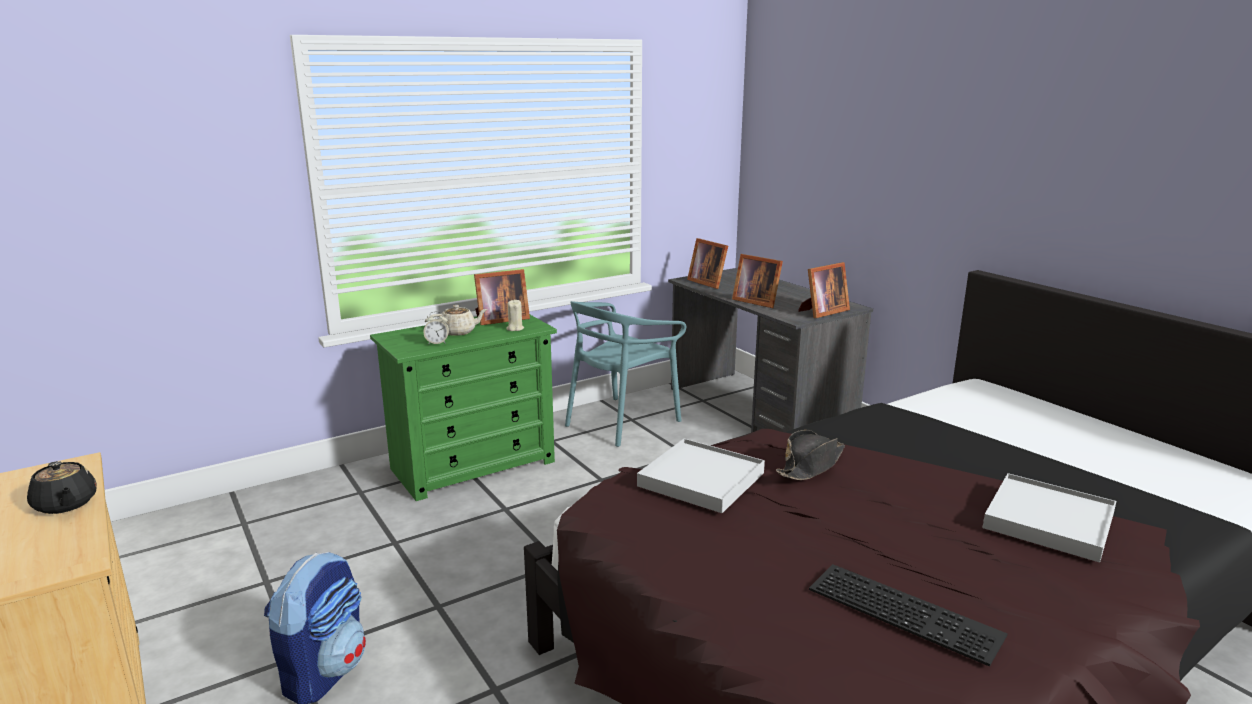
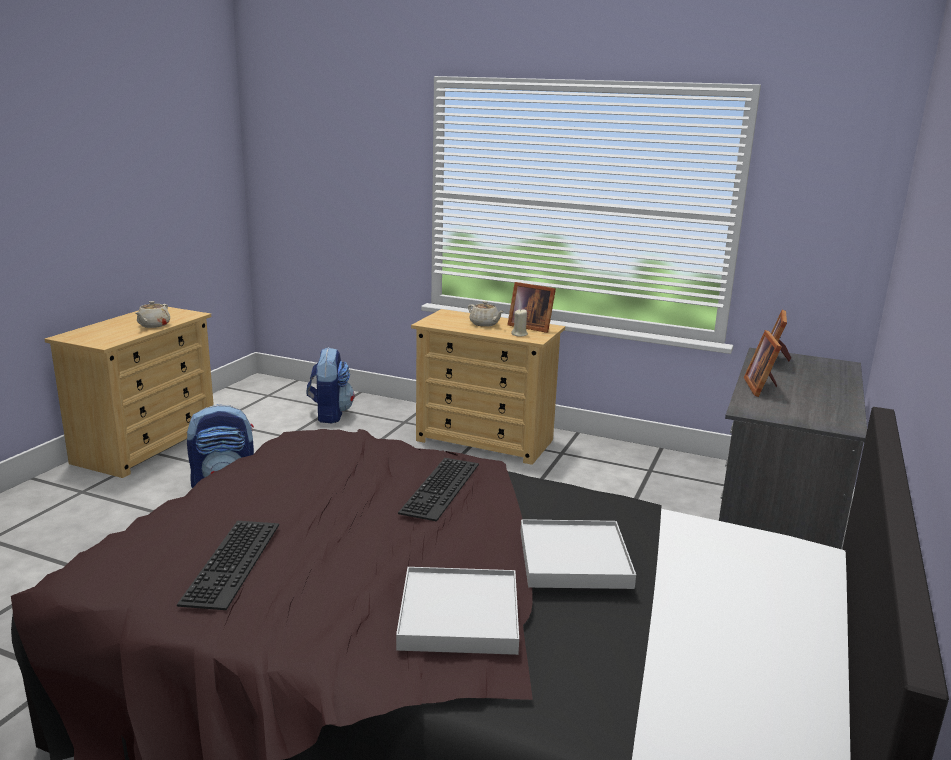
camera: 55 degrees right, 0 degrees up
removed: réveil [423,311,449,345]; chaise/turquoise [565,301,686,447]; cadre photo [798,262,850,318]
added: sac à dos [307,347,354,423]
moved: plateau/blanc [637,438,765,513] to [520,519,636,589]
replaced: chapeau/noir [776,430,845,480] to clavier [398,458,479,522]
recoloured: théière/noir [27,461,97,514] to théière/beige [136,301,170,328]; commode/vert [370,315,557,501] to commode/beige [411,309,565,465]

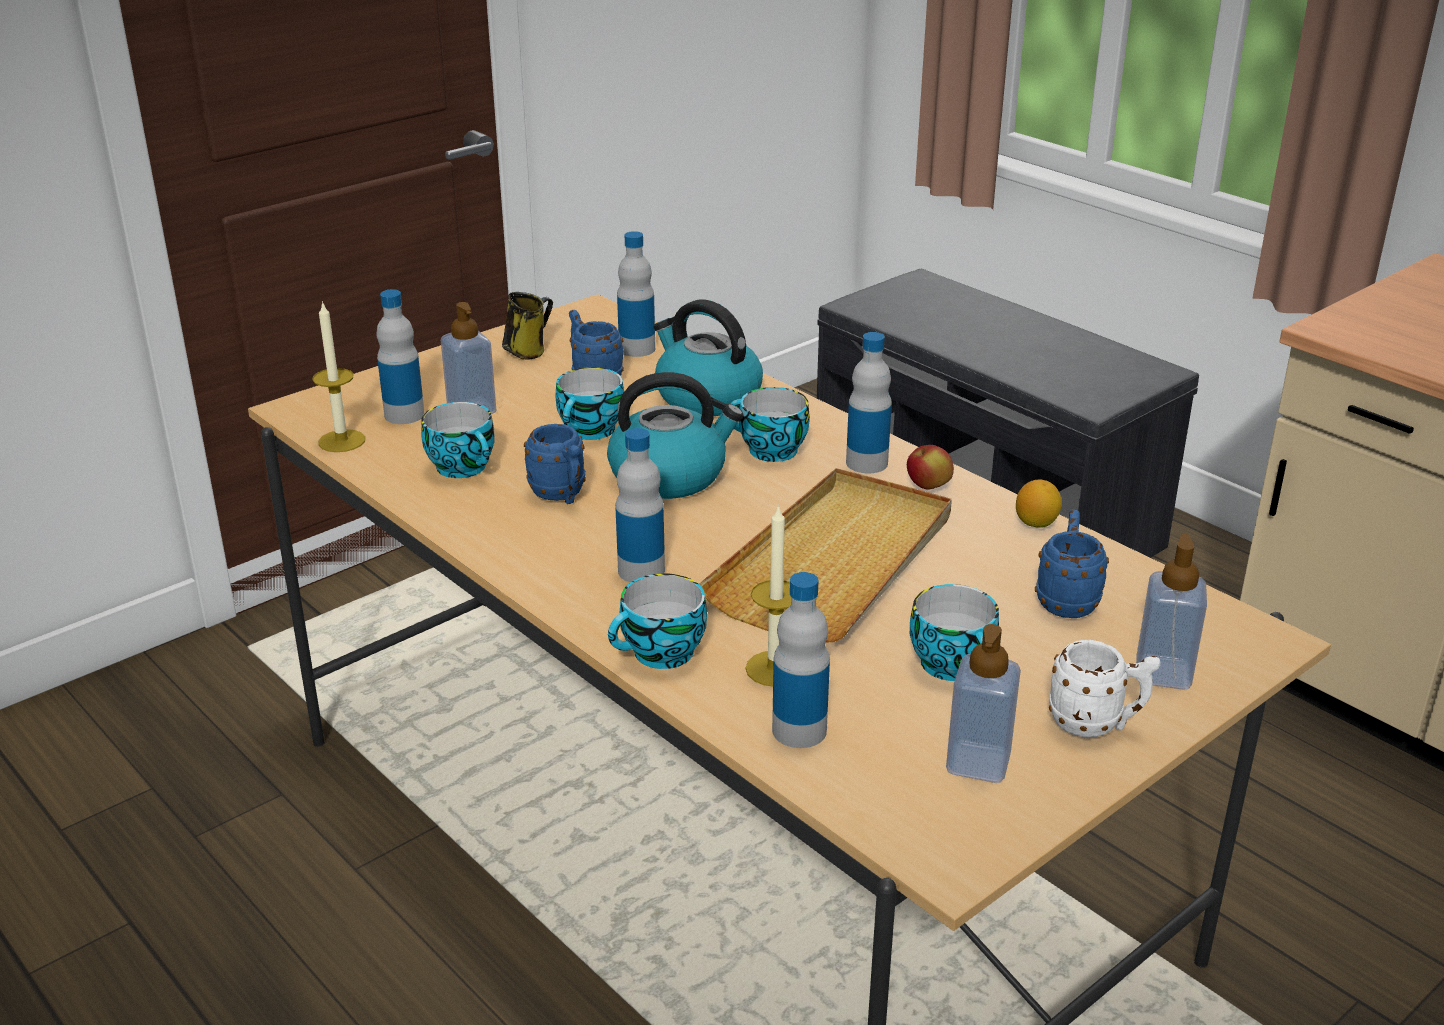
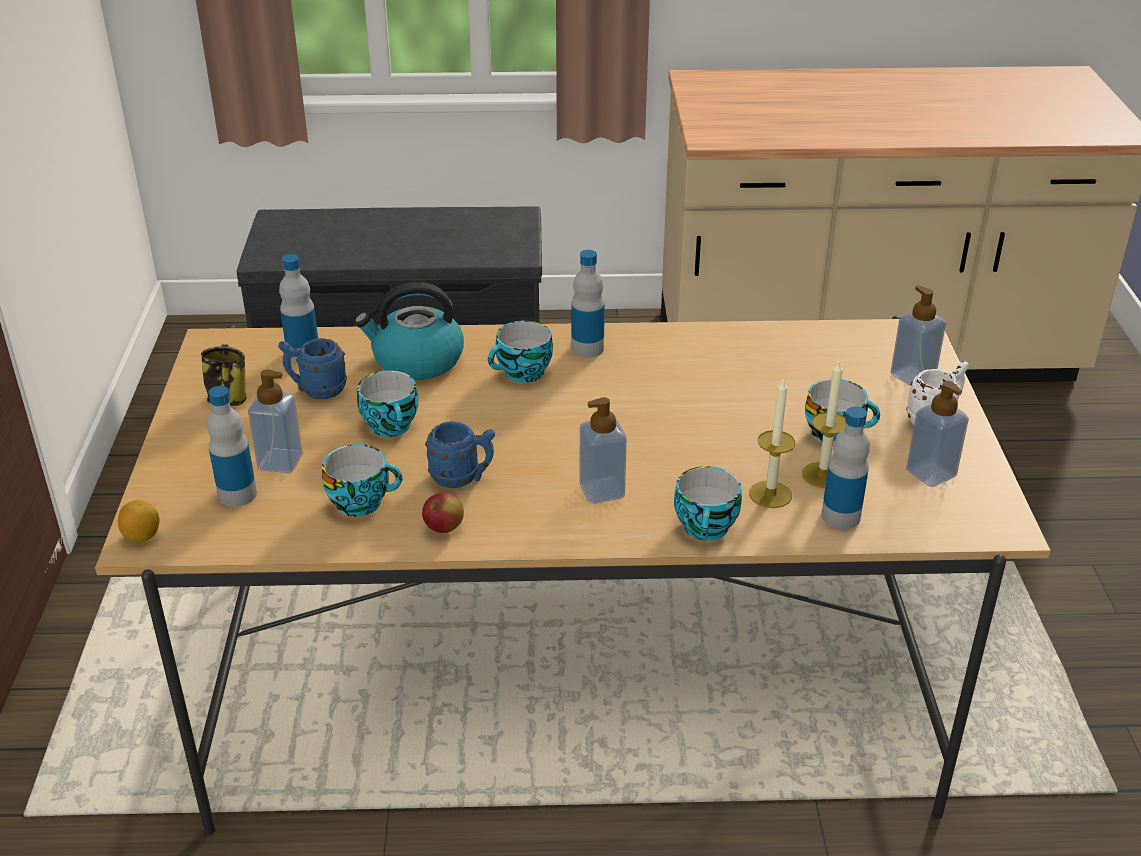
camera: 50 degrees left, 5 degrees up
removed: bouilloire [607,372,744,499]; plateau/beige [699,468,952,643]; mug/bleu [1035,510,1109,618]
moved: bougie [313,301,365,452] to [802,361,846,488]; pomme [907,445,954,490] to [422,493,464,533]; citron [1016,479,1062,528] to [118,500,159,542]
replaced: bouteille [615,428,665,583] to distributeur de savon [579,397,627,504]

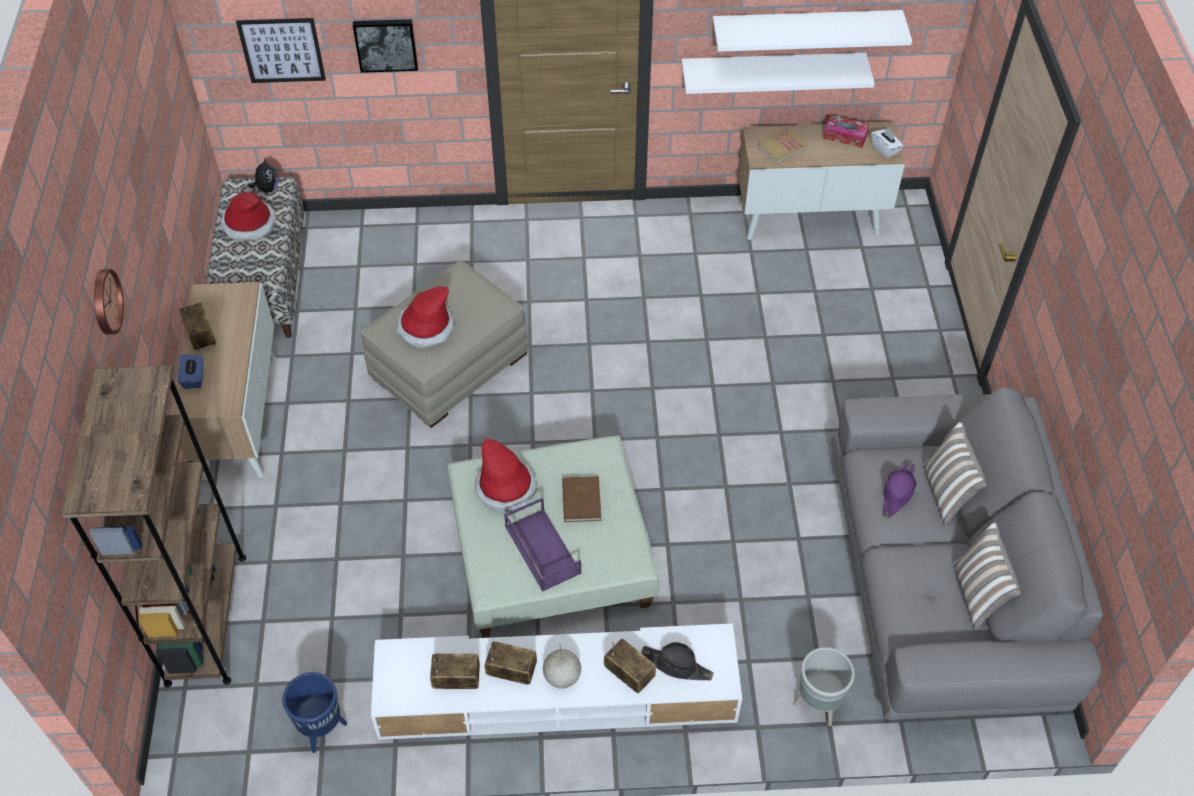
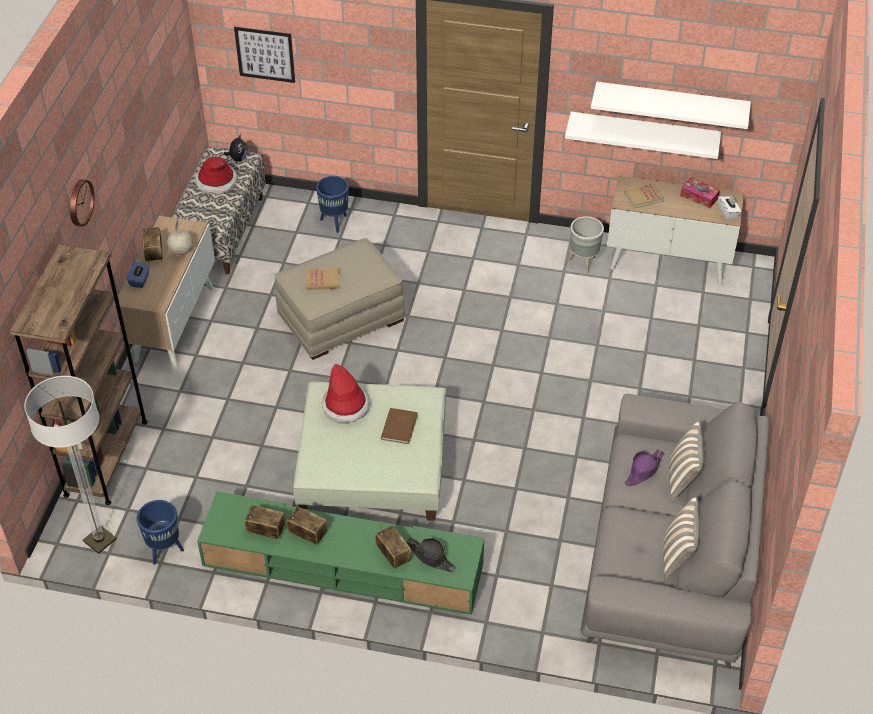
camera: 15 degrees right, 5 degrees down
removed: tableau [353,19,418,73]; plateau/violet [504,498,582,591]
added: lampadaire [24,376,117,554]; cache-pot/bleu [316,176,349,233]
moved: globe [543,646,581,689] to [167,218,193,255]; cache-pot/gris [793,647,855,726] to [568,216,604,275]
replaced: chapeau [397,286,455,348] to livre [306,268,340,290]
recoloured: meuble télé/blanc [371,623,742,740] to meuble télé/vert [197,491,484,616]

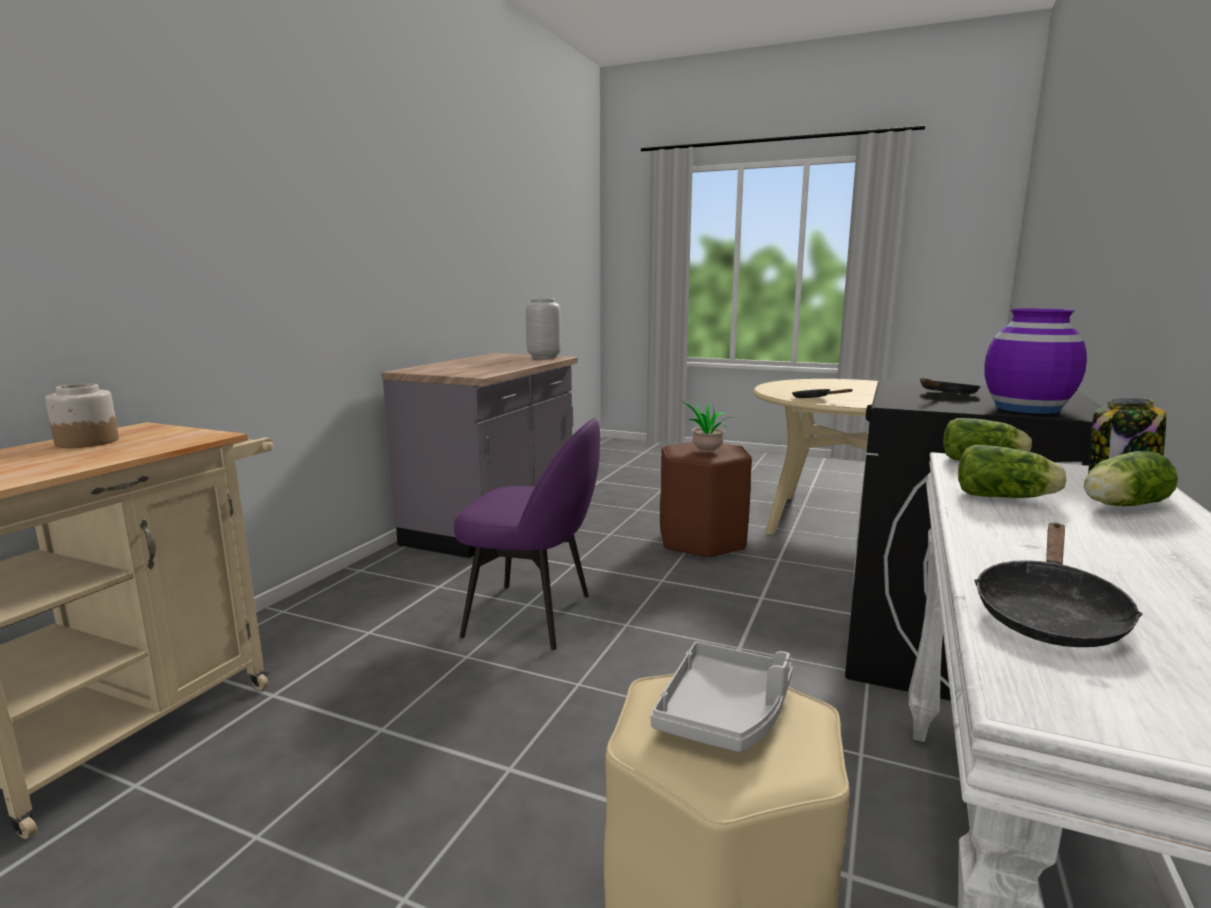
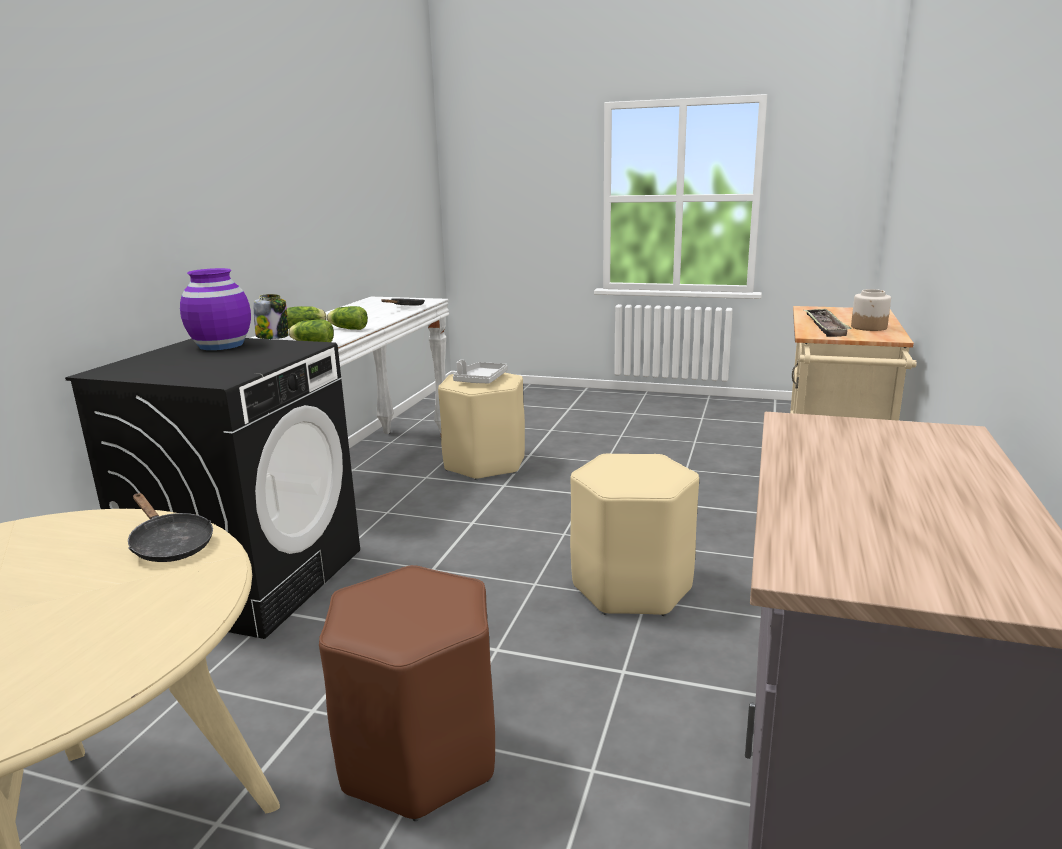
camera: 175 degrees right, 5 degrees up
removed: vase/gris [526,298,561,359]; plante en pot [683,402,729,452]; poêle/noir [920,378,981,394]
added: plateau [803,309,852,337]
replaced: chaise/violet [454,418,600,650] to tabouret/beige [570,454,699,616]

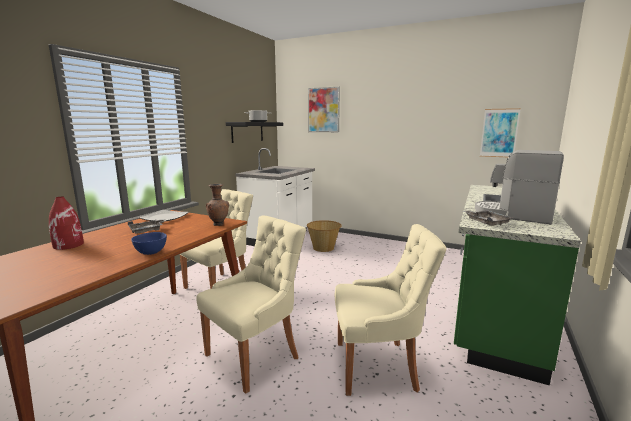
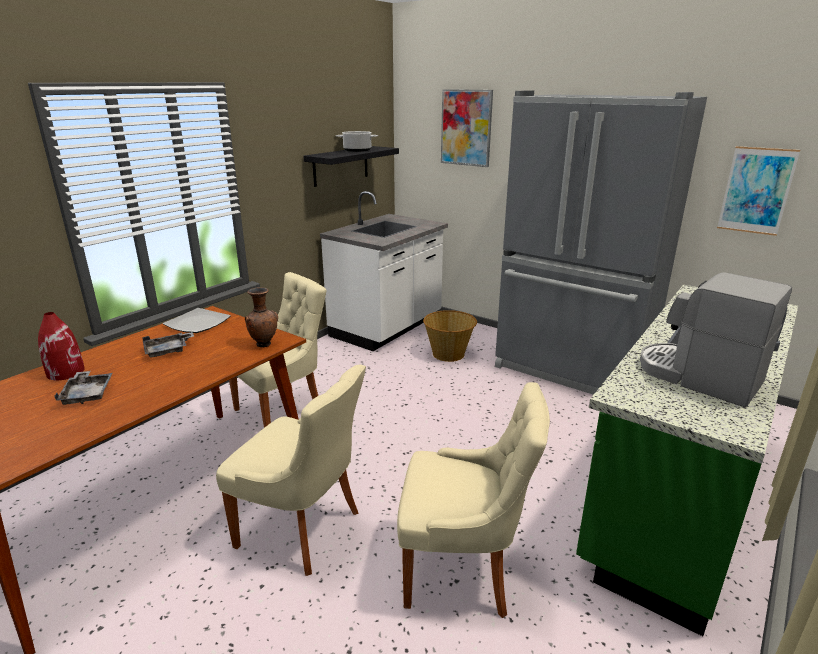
camera: 10 degrees right, 10 degrees up
removed: bol/bleu [131,232,167,255]
added: réfrigérateur/gris [495,90,707,395]
moved: plateau/gris [463,210,512,226] to [54,371,113,405]
turned: chaise/beige [196,215,306,394] = [216,364,366,576] 60 degrees clockwise

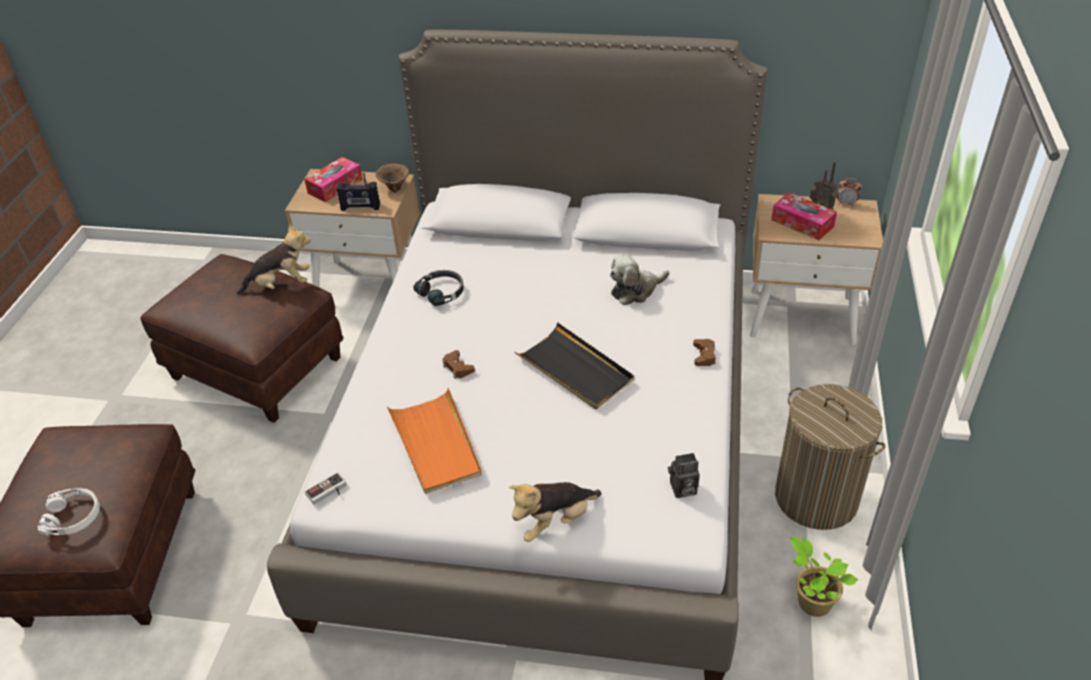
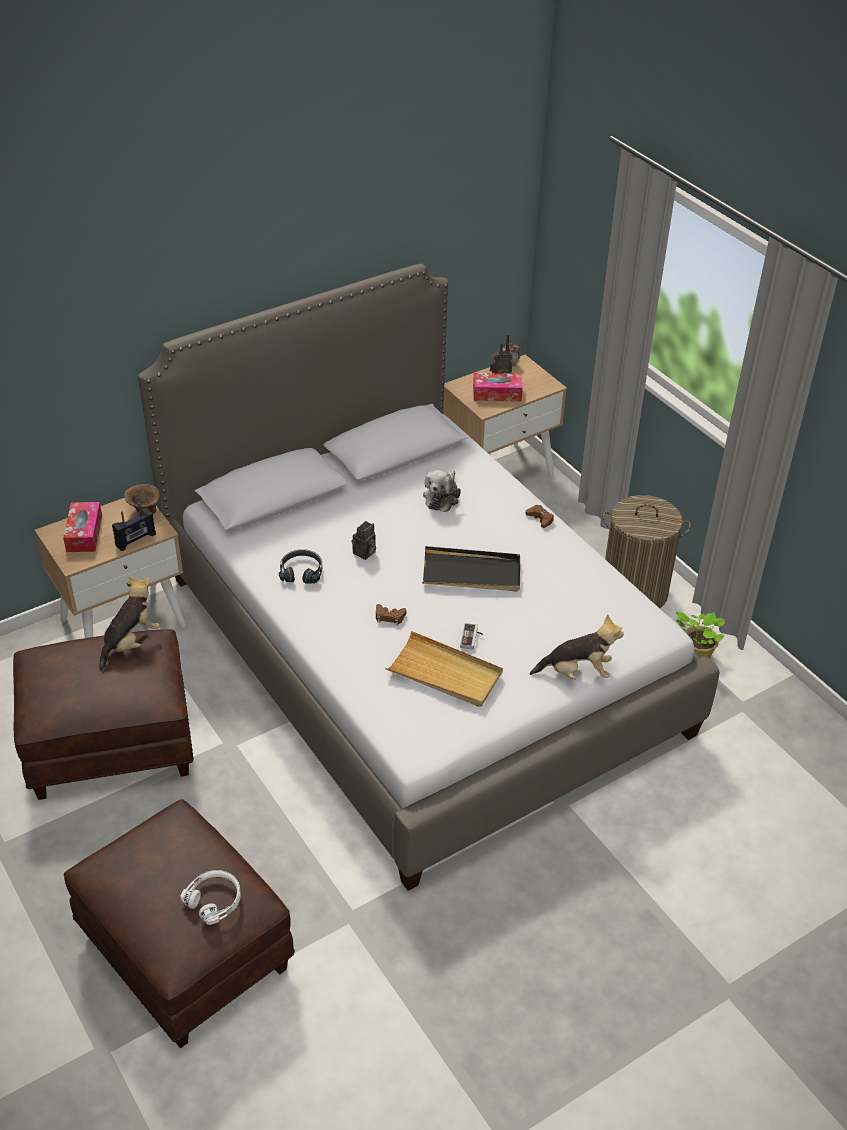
camera: 45 degrees left, 0 degrees up
moved: manette [304,472,346,504] to [460,623,483,650]; appareil photo [668,453,700,498] to [352,521,376,560]
recoloured: plateau/orange [387,388,482,494] to plateau/beige [385,631,503,707]
turned: peluche [509,482,602,542] = [530,614,624,680] 105 degrees counterclockwise

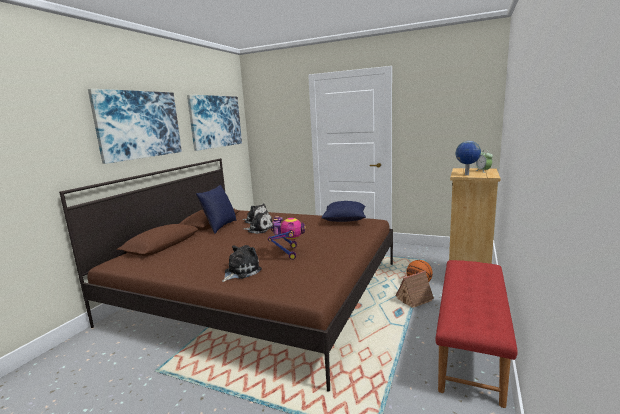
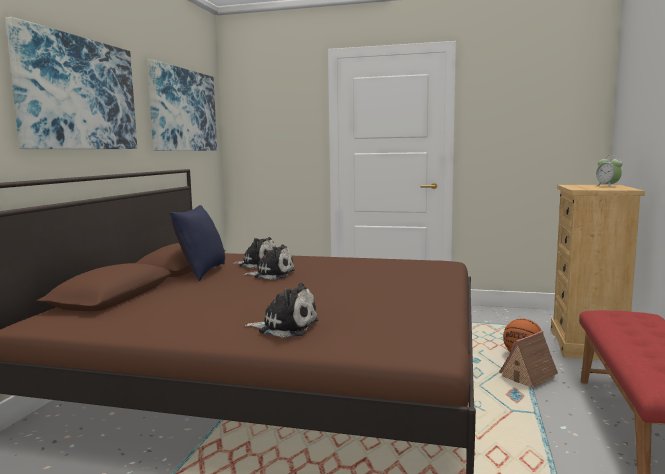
camera: 10 degrees left, 5 degrees down
removed: robot jouet [268,216,306,260]; coussin/bleu [322,201,366,222]; globe [456,141,481,175]
turned: peluche [222,245,262,282] = [245,283,318,338] 75 degrees clockwise

